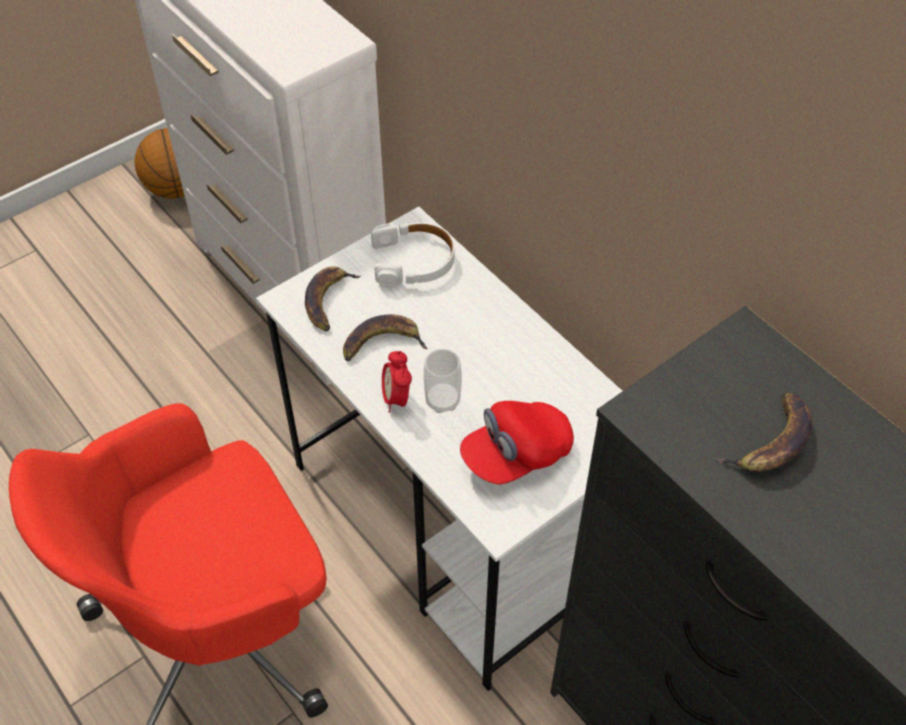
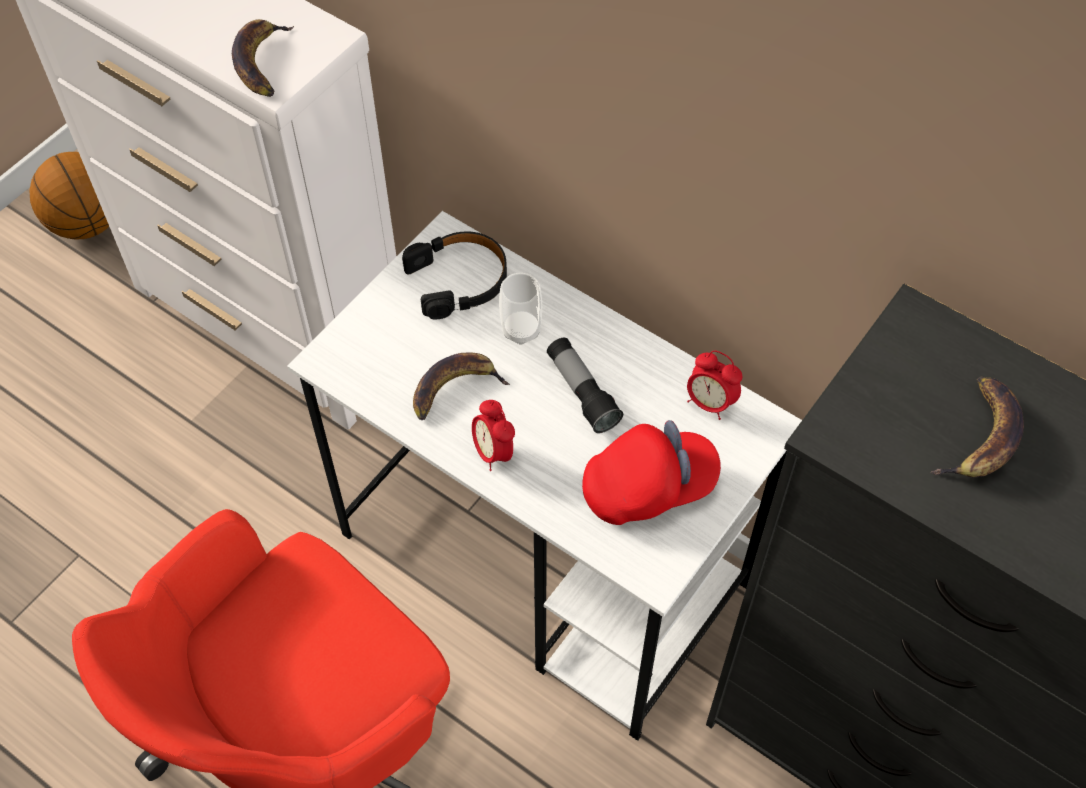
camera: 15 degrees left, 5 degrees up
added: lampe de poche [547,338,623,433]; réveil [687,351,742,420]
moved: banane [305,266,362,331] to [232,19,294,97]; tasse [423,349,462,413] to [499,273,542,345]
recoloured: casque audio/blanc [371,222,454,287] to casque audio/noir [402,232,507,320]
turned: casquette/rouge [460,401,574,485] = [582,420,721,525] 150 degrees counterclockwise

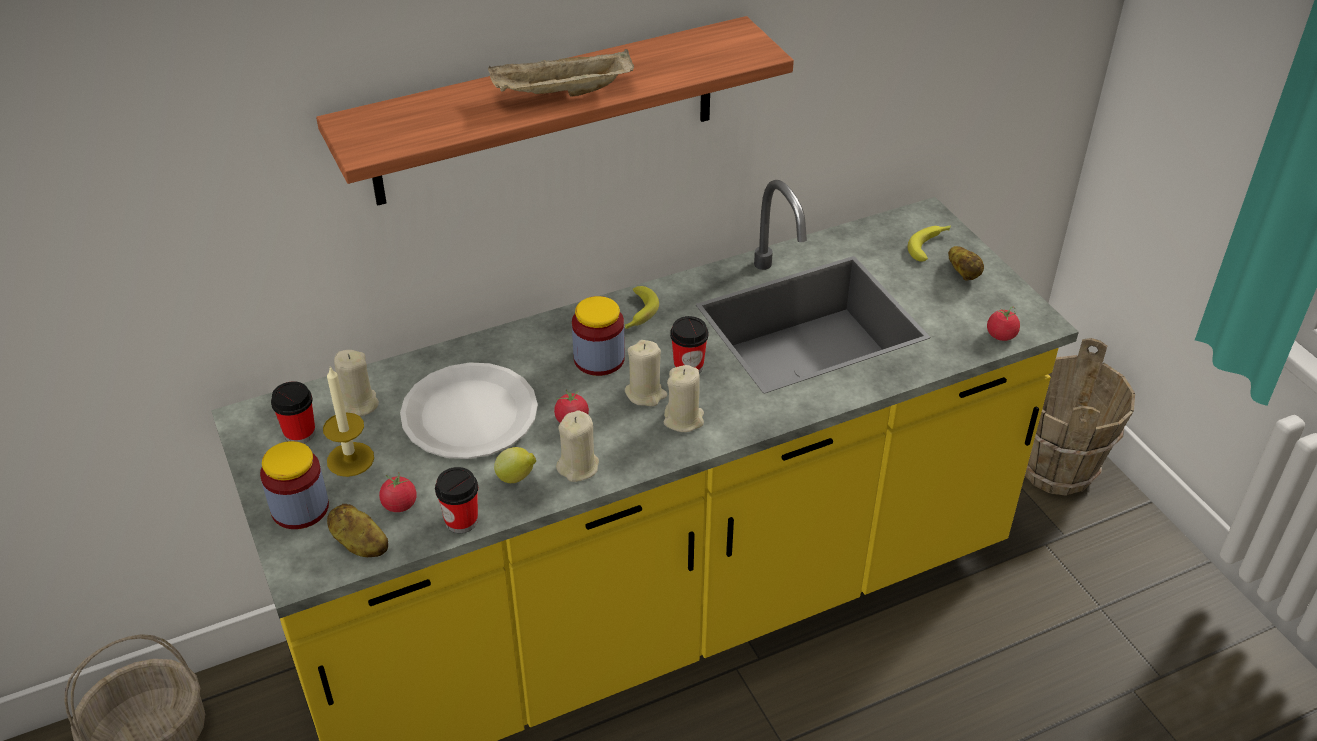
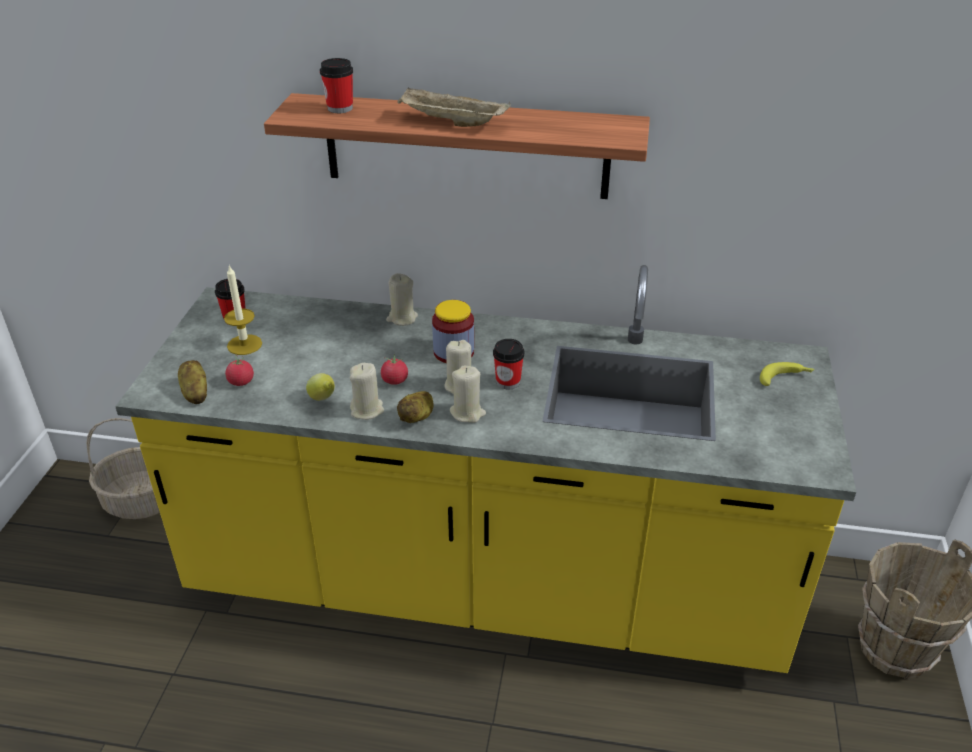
camera: 35 degrees right, 5 degrees down
removed: bocal [260,441,329,529]; assiette/blanc [400,363,538,459]; banane [625,286,659,329]; tomate [987,307,1020,341]
moved: bougie/beige [334,350,379,416] to [386,273,418,326]; tasse [435,467,478,533] to [320,58,353,113]; pomme de terre [948,246,984,281] to [397,391,434,423]

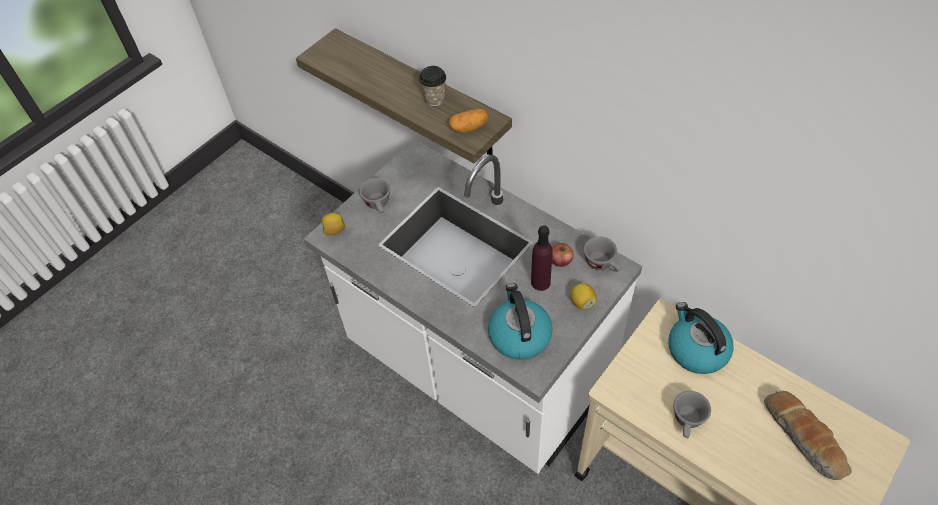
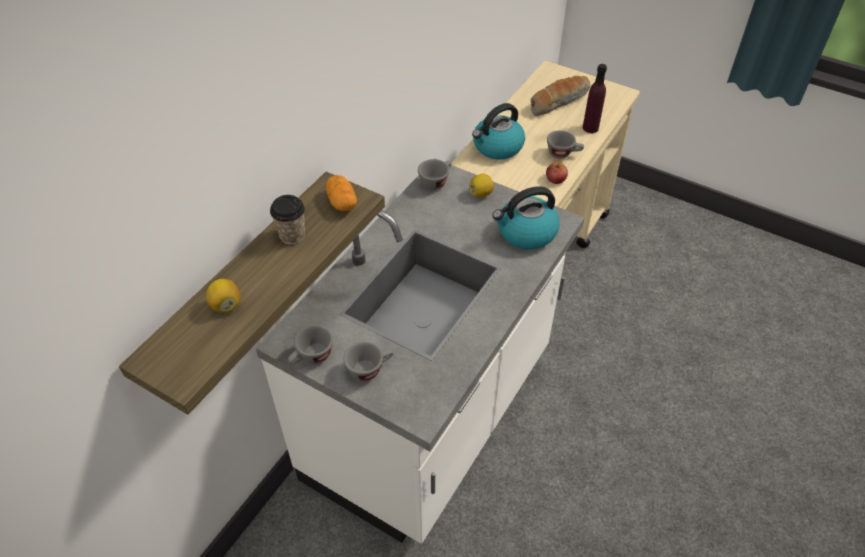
camera: 100 degrees left, 5 degrees down
added: tasse/gris [288,325,333,365]
moved: citron [321,213,346,235] to [206,279,240,313]; bouteille/violet [531,225,553,291] to [583,64,607,133]; pomme [552,243,574,267] to [546,162,568,184]

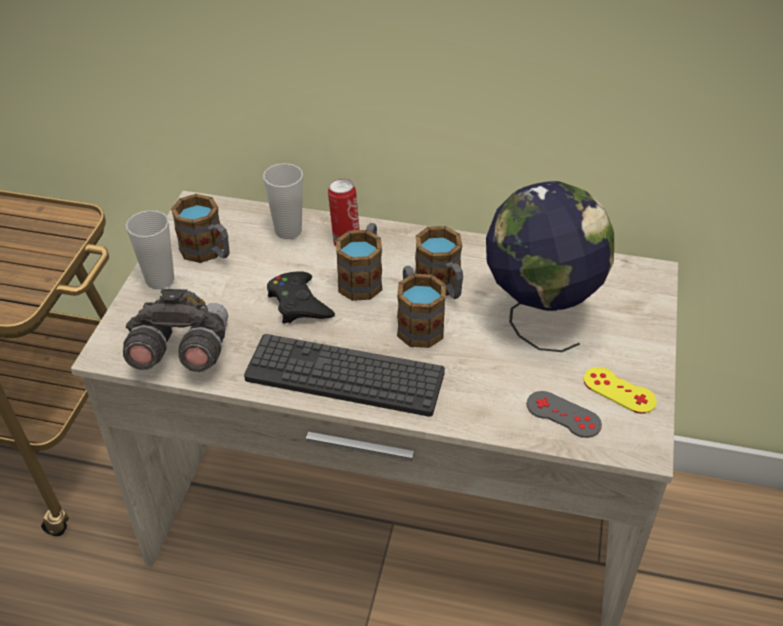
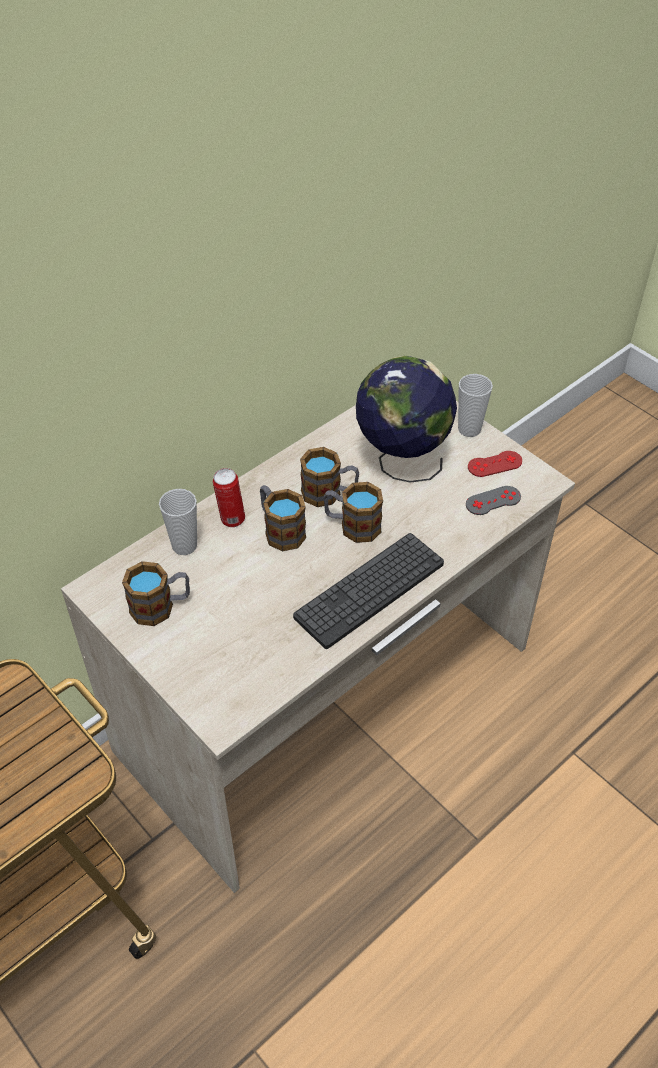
camera: 55 degrees left, 5 degrees up
removed: jumelles/gris [123,289,228,372]; manette/noir [267,271,335,324]
moved: tasse [126,210,174,289] to [458,374,493,437]
recoloured: manette/jaune [583,367,657,414] to manette/rouge [468,451,522,477]

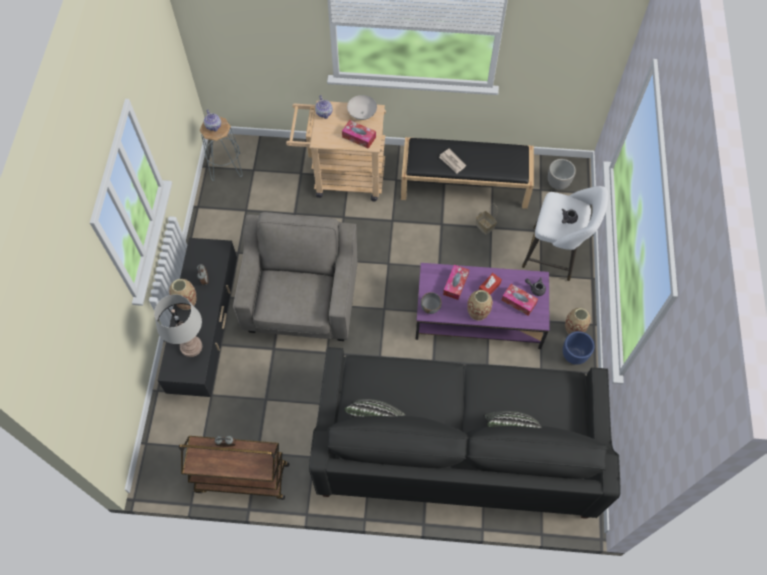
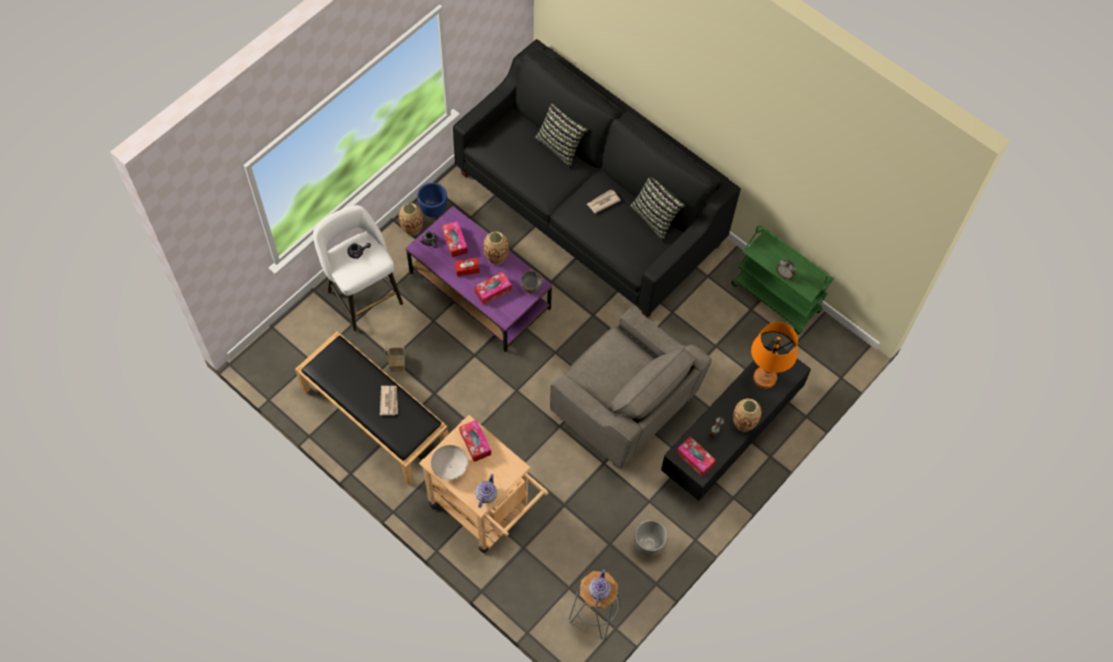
camera: 145 degrees left, 0 degrees up
added: journal [587,190,621,213]; boîte à mouchoirs [676,436,716,476]
moved: cache-pot [548,159,576,190] to [634,520,668,557]
recoloured: lampe de table/gris [154,294,202,357] to lampe de table/orange [751,322,798,388]; chariot/marron [179,436,289,500] to chariot/vert [731,225,833,335]
turned: fauteuil/gris [233,212,358,341] = [550,307,712,469] 90 degrees counterclockwise

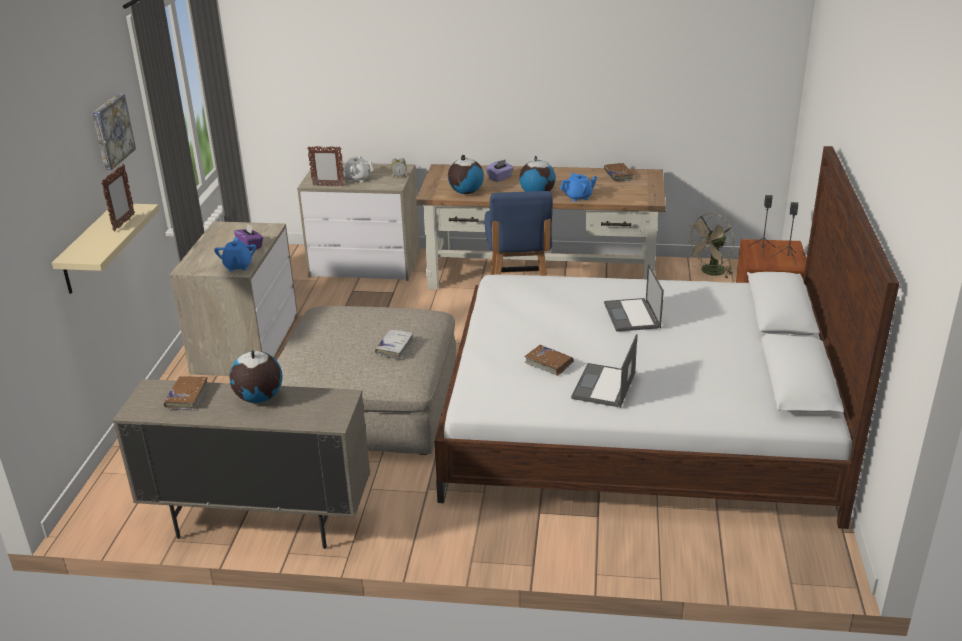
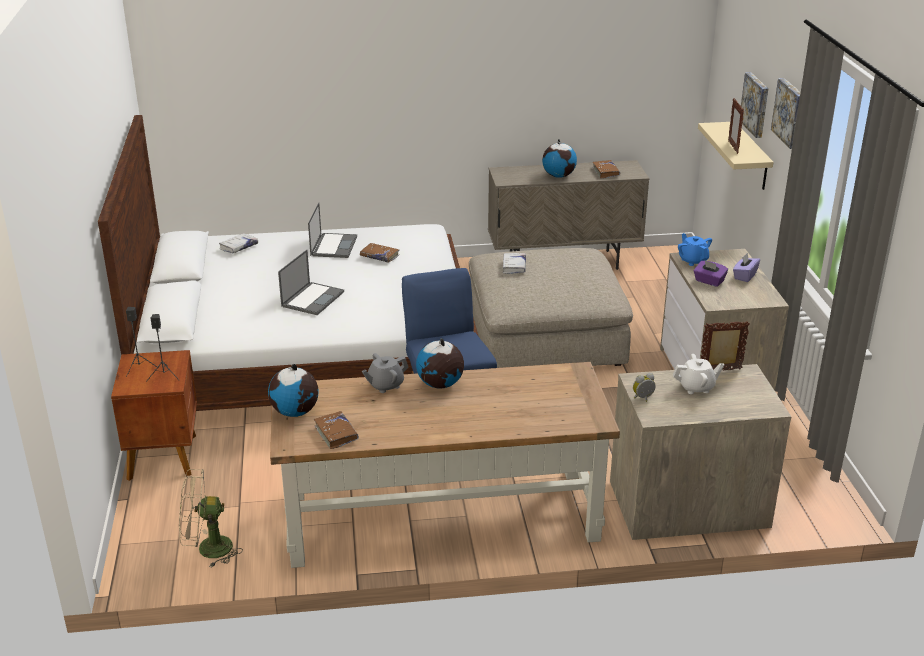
camera: 165 degrees right, 0 degrees up
added: livre/blanc [219,233,258,253]; tableau [741,72,769,138]
moved: globe [448,155,484,194] to [268,364,318,417]; boîte à mouchoirs/violet [486,159,514,182] to [733,253,760,282]
recoloured: théière/bleu [560,173,597,202] to théière/gris [362,353,408,393]
turned: ordinateur portable [604,264,664,332] = [278,250,344,315] 45 degrees clockwise; ventilateur/beige [685,213,734,278] = [179,469,243,567] 135 degrees counterclockwise

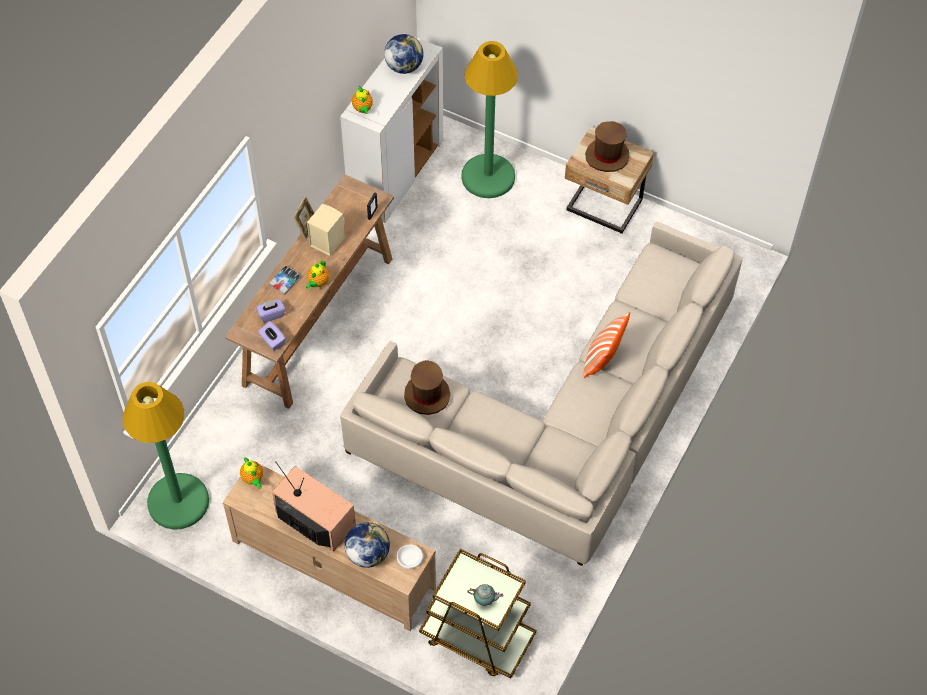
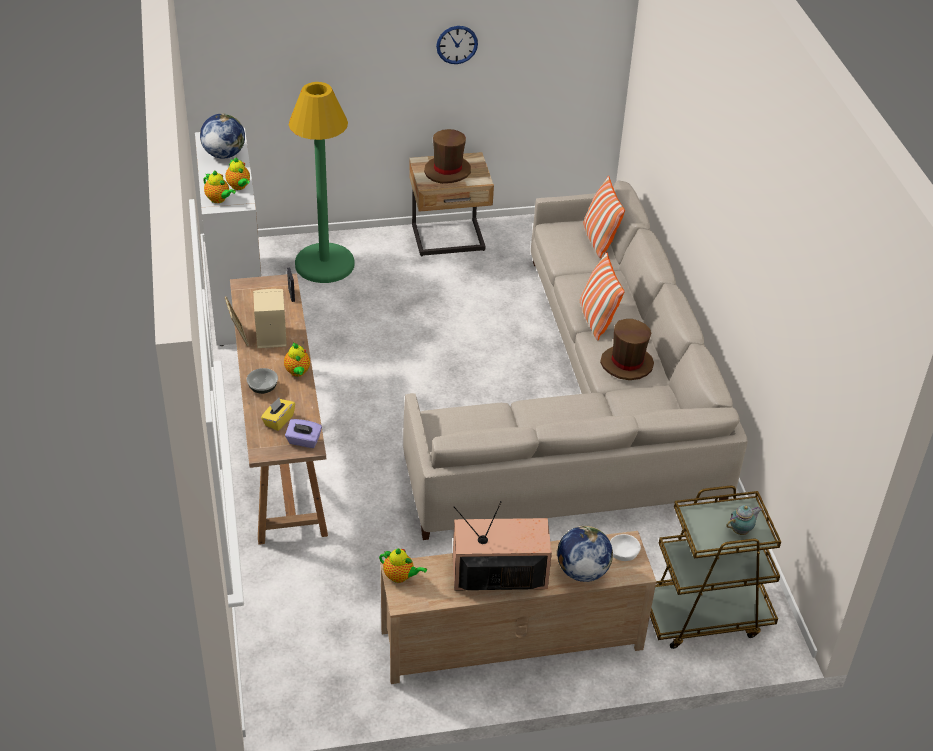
camera: 40 degrees left, 15 degrees down
removed: lampadaire/vert [123,382,209,530]
added: théière [226,158,250,190]; horloge murale [436,26,478,64]; coussin [583,176,625,258]
moved: chapeau/marron [404,360,450,415] to [600,319,654,380]
replaced: livre [269,265,301,295] to bol [247,368,278,394]
recoloured: boîte à mouchoirs/violet [256,299,285,323] to boîte à mouchoirs/jaune [261,398,295,431]

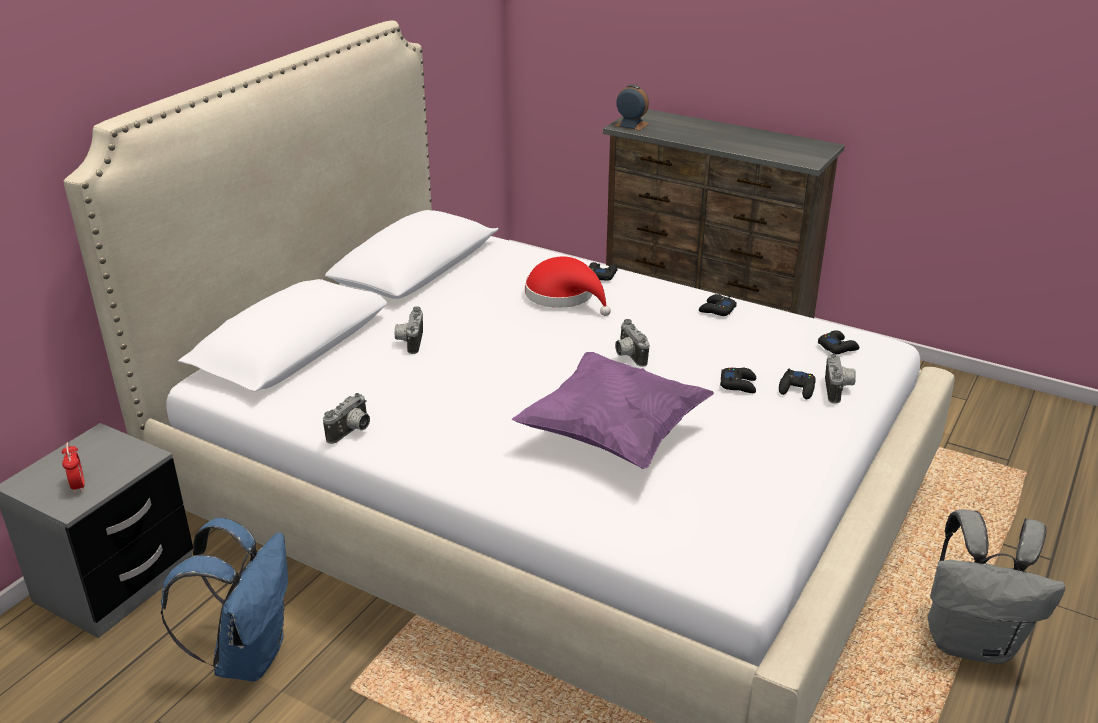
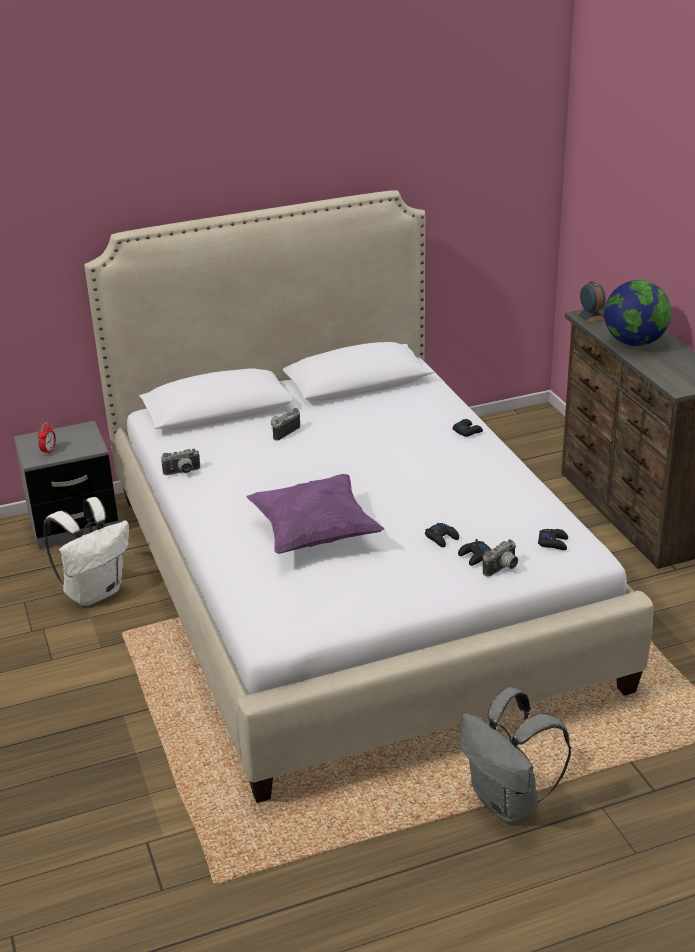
camera: 40 degrees right, 0 degrees up
removed: chapeau/rouge [525,256,611,316]; appareil photo [615,319,650,367]; manette/noir [699,294,737,316]
added: globe [604,280,671,346]
recoloured: sac à dos/bleu [161,518,288,681] to sac à dos/blanc [43,497,129,606]

